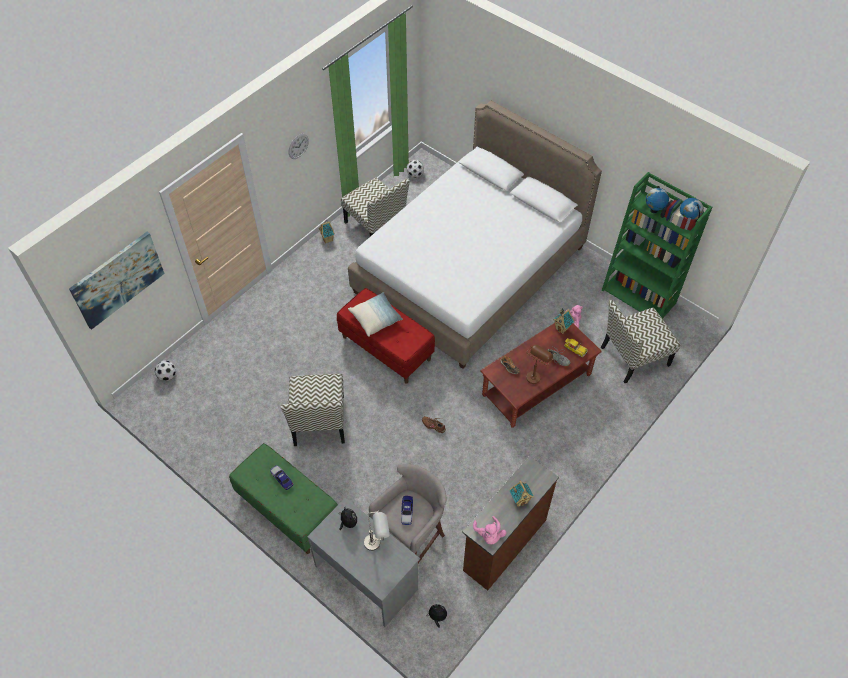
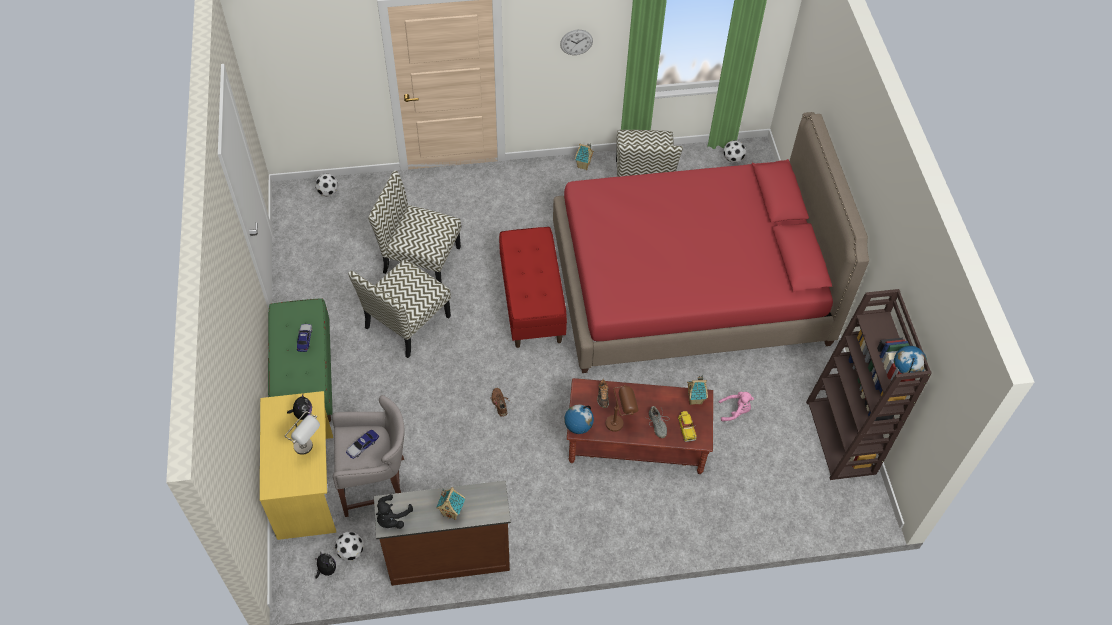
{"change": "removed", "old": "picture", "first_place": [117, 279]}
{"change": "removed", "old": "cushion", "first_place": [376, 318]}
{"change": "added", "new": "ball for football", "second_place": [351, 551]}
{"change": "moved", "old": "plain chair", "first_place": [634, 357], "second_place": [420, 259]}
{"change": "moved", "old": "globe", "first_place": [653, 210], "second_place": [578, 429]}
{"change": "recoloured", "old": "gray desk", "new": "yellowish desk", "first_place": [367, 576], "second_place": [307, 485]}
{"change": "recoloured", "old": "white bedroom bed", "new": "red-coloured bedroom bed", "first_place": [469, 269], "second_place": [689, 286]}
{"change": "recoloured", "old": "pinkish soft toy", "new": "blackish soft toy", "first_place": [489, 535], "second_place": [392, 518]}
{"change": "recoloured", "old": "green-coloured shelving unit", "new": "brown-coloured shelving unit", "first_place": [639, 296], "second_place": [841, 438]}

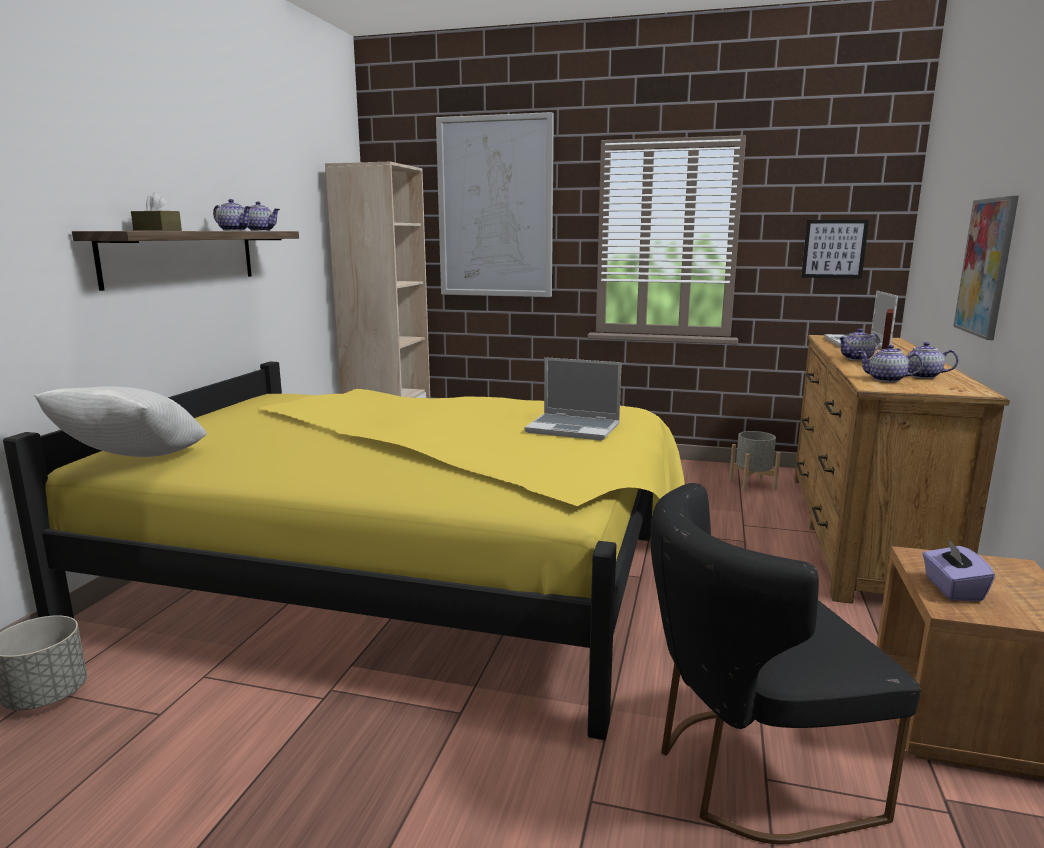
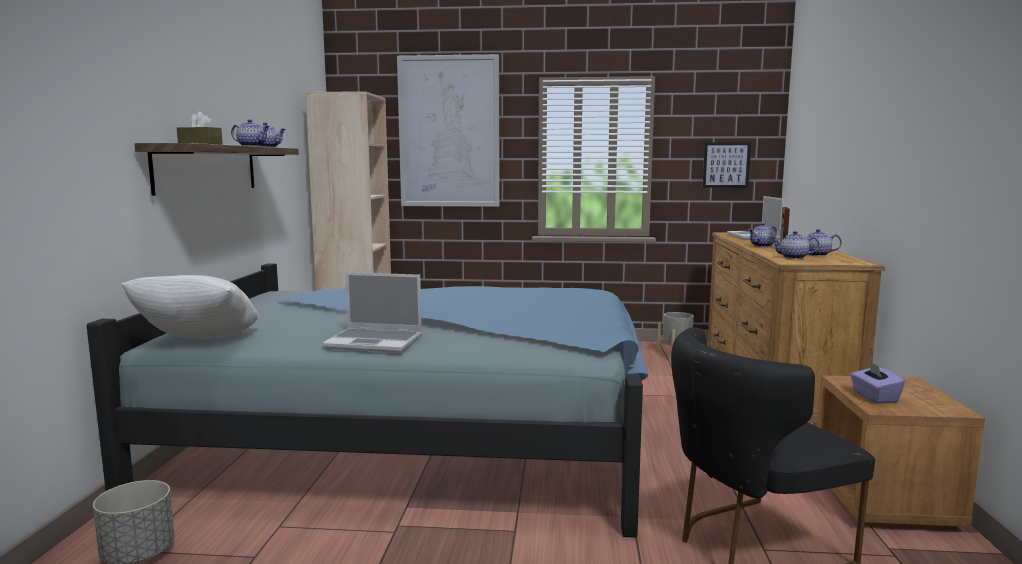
{"change": "removed", "old": "picture", "first_place": [986, 267]}
{"change": "moved", "old": "portable computer", "first_place": [574, 428], "second_place": [375, 342]}
{"change": "recoloured", "old": "yellowish bedroom bed", "new": "bluish bedroom bed", "first_place": [412, 573], "second_place": [425, 437]}

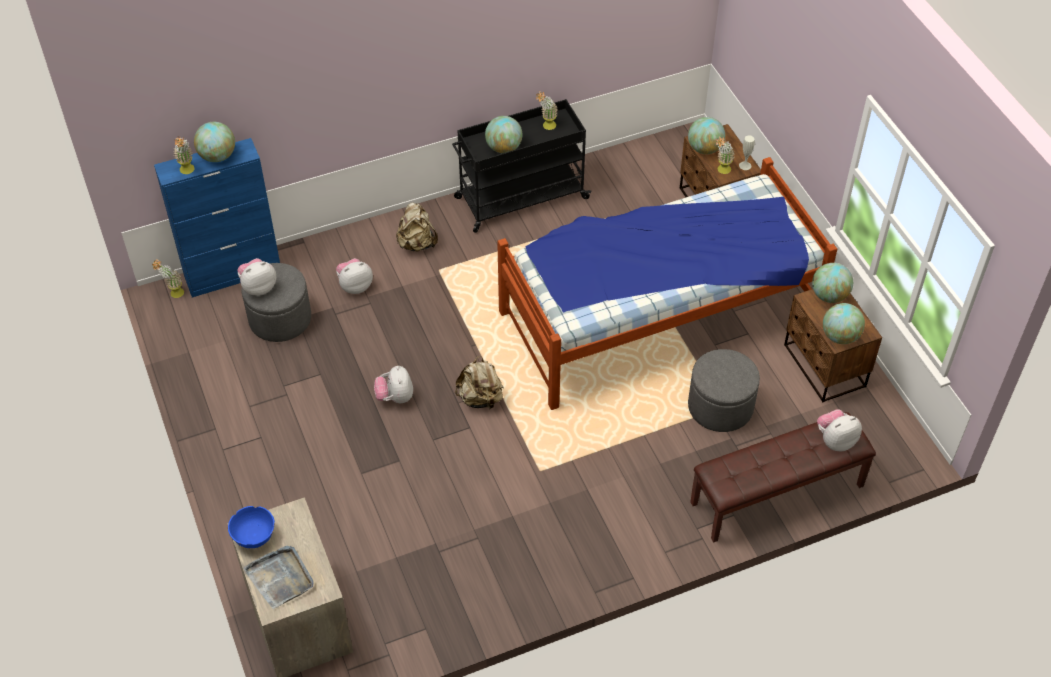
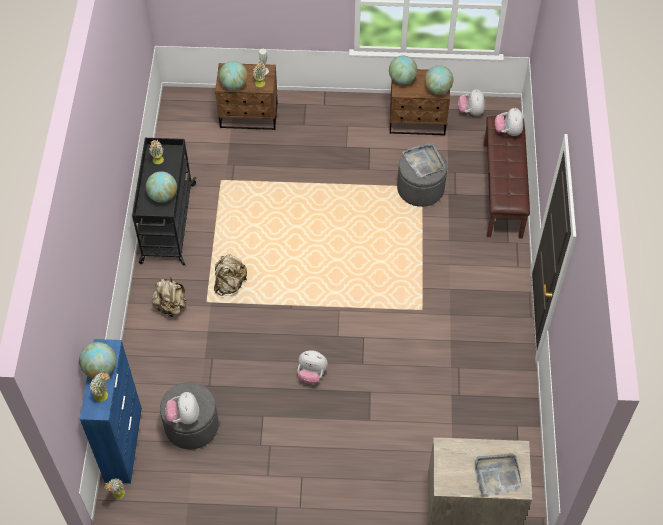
{"change": "removed", "old": "bluish deep dish", "first_place": [254, 536]}
{"change": "removed", "old": "bedroom bed", "first_place": [658, 314]}
{"change": "added", "new": "gray serving tray", "second_place": [424, 161]}
{"change": "moved", "old": "soft toy", "first_place": [355, 286], "second_place": [470, 111]}
{"change": "moved", "old": "beige-coloured rucksack", "first_place": [480, 398], "second_place": [230, 284]}

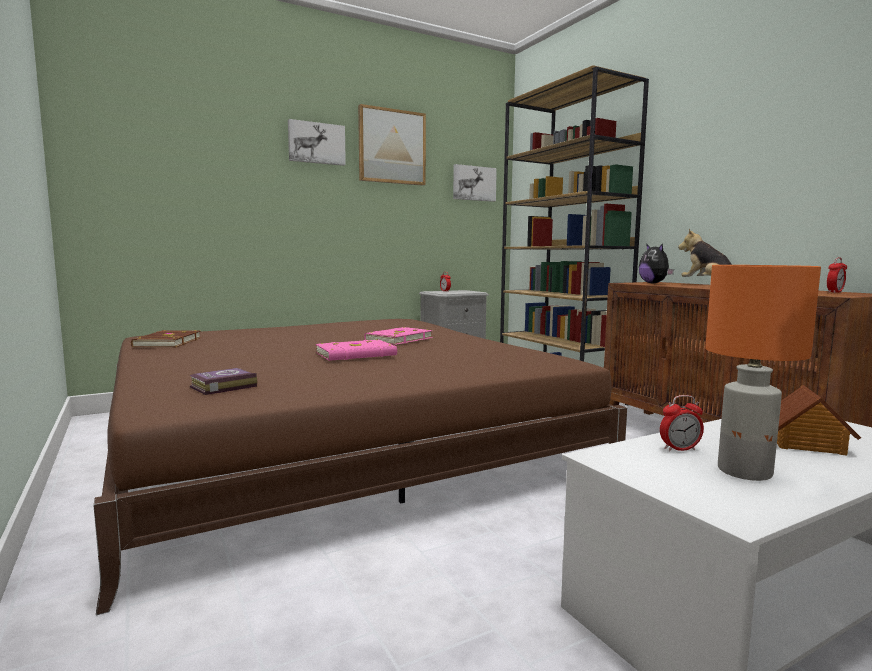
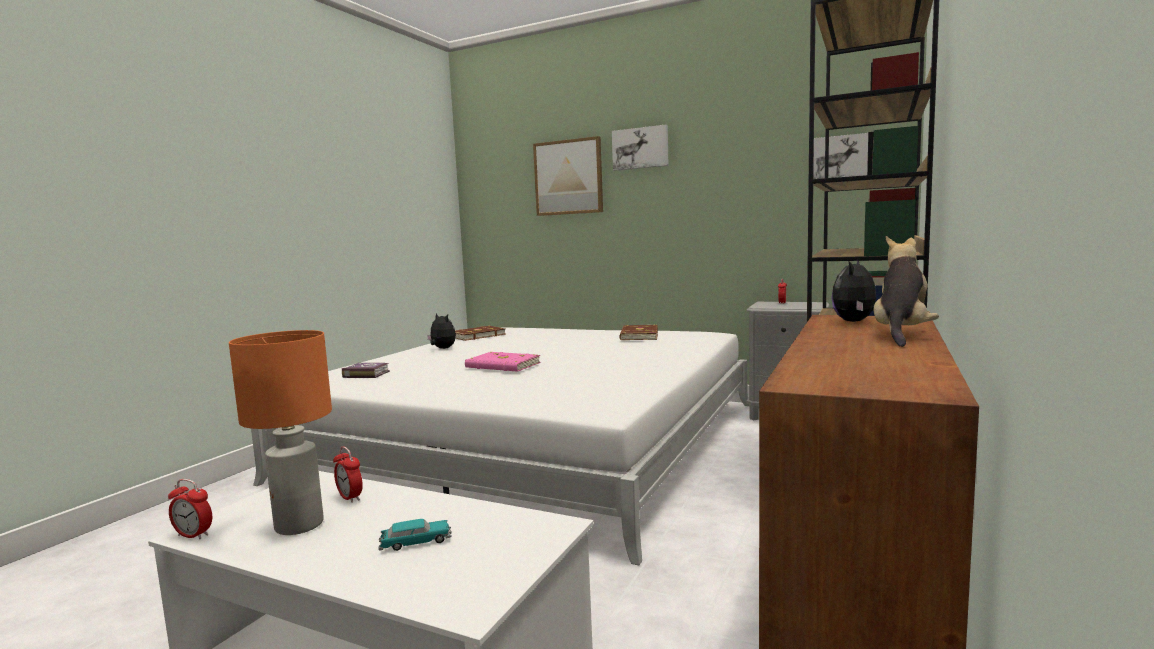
{"change": "removed", "old": "pinkish volume", "first_place": [397, 339]}
{"change": "added", "new": "soft toy", "second_place": [442, 349]}
{"change": "added", "new": "brown-coloured volume", "second_place": [638, 335]}
{"change": "moved", "old": "picture", "first_place": [392, 147], "second_place": [568, 177]}
{"change": "moved", "old": "table clock", "first_place": [834, 292], "second_place": [193, 535]}
{"change": "replaced", "old": "toy house", "new": "model car", "first_place": [805, 443], "second_place": [416, 542]}
{"change": "recoloured", "old": "brown-coloured bedroom bed", "new": "white bedroom bed", "first_place": [333, 439], "second_place": [536, 439]}

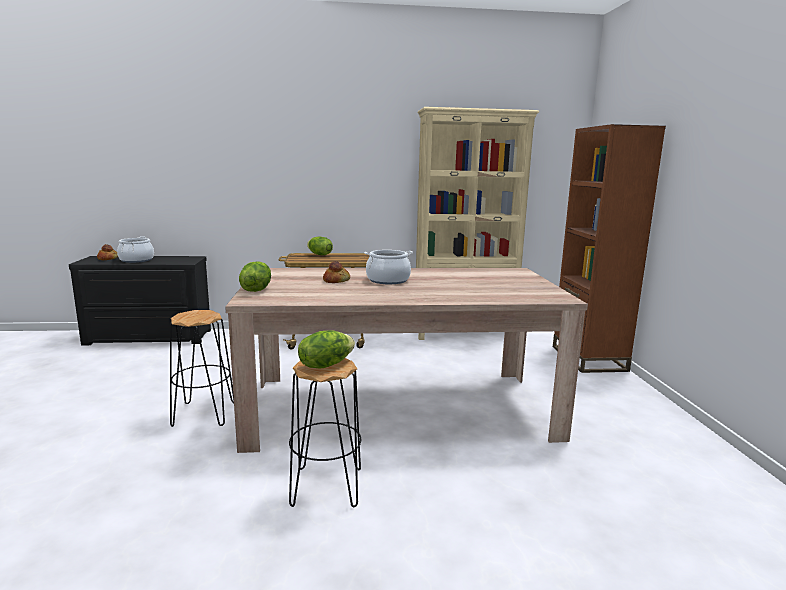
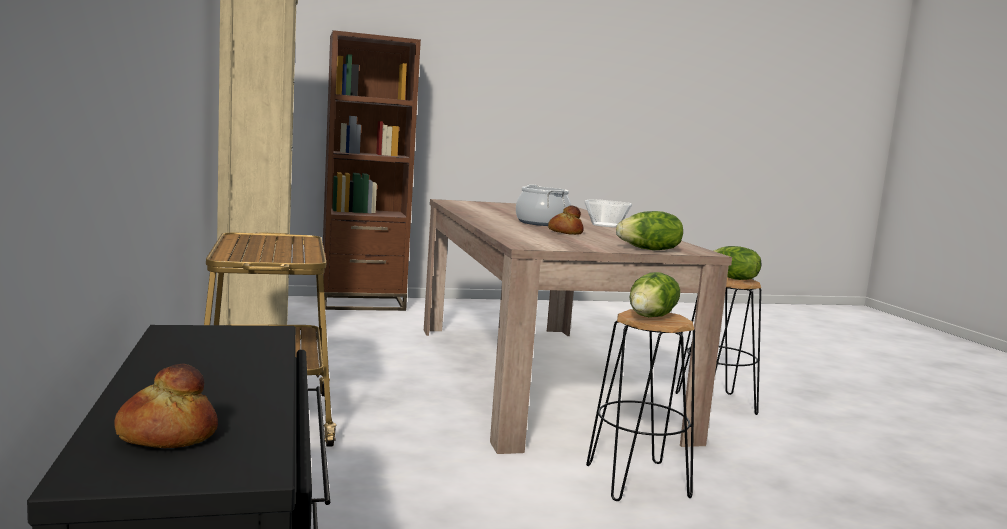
{"change": "removed", "old": "saucepot", "first_place": [136, 260]}
{"change": "added", "new": "deep dish", "second_place": [605, 225]}
{"change": "moved", "old": "lettuce", "first_place": [319, 254], "second_place": [652, 317]}

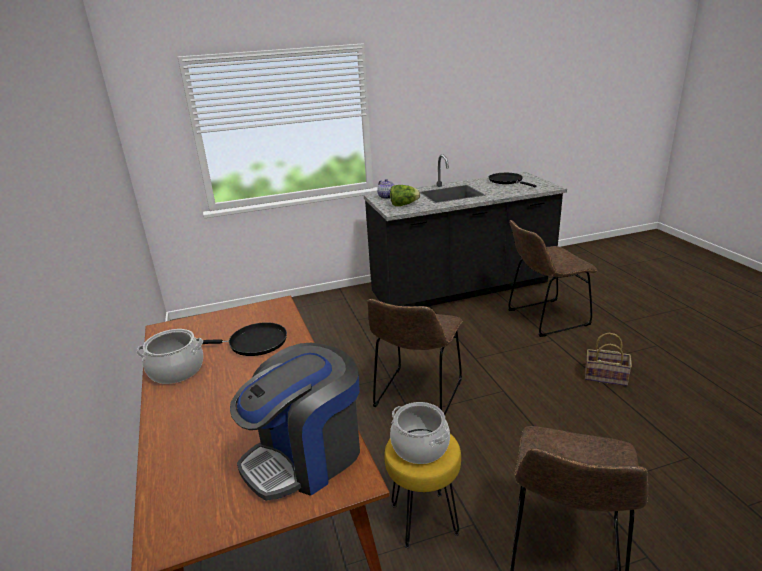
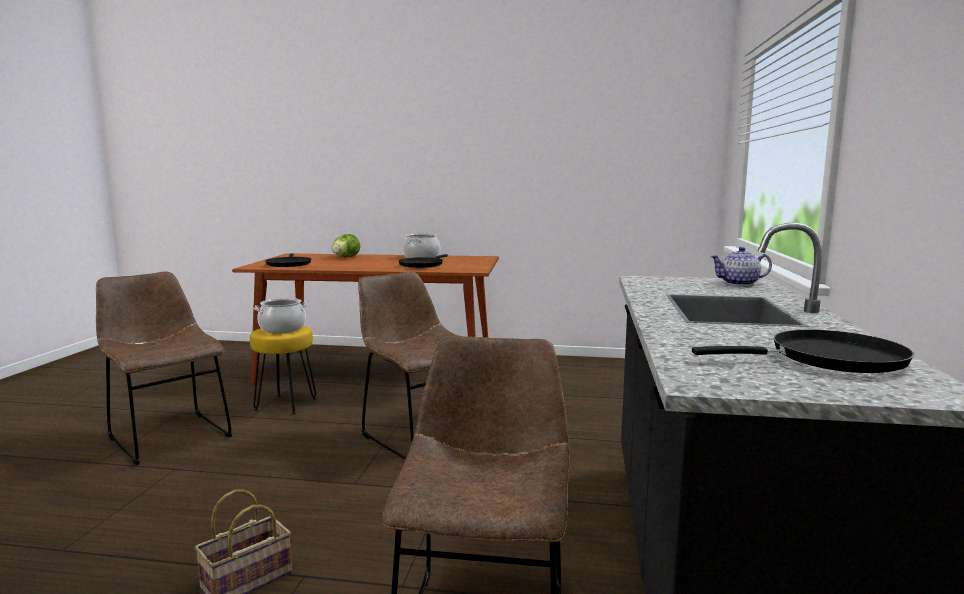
{"change": "moved", "old": "lettuce", "first_place": [404, 205], "second_place": [345, 257]}
{"change": "replaced", "old": "coffee brewer", "new": "blackish skillet", "first_place": [306, 456], "second_place": [288, 264]}

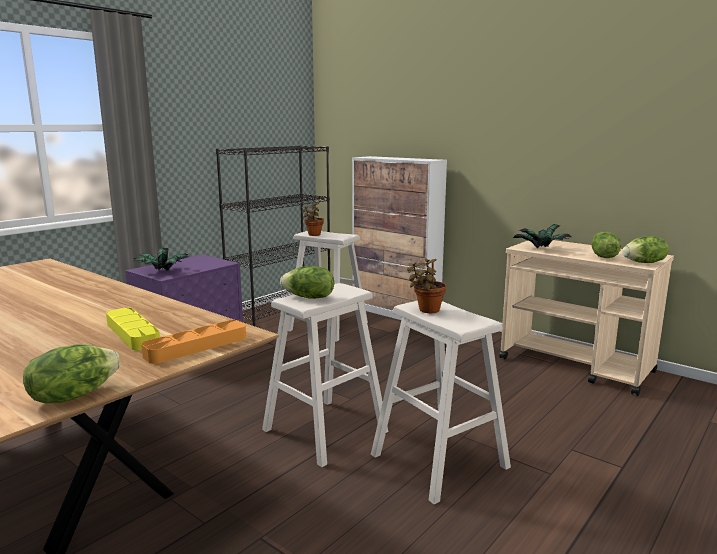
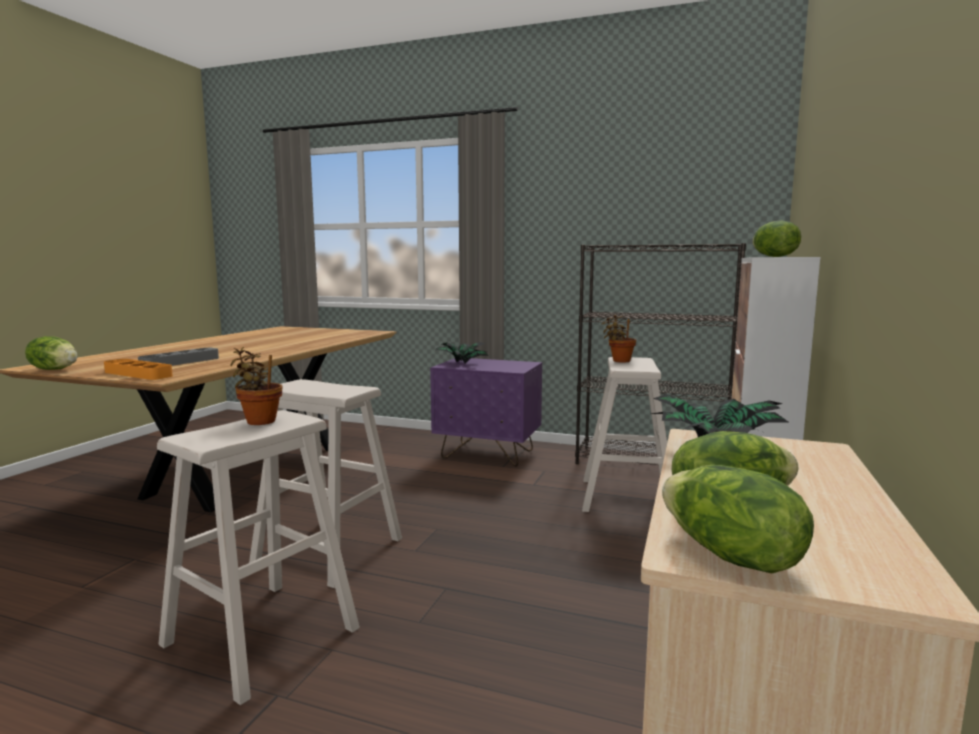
{"change": "moved", "old": "lettuce", "first_place": [309, 297], "second_place": [773, 257]}
{"change": "recoloured", "old": "yellowish serving tray", "new": "gray serving tray", "first_place": [132, 333], "second_place": [180, 362]}

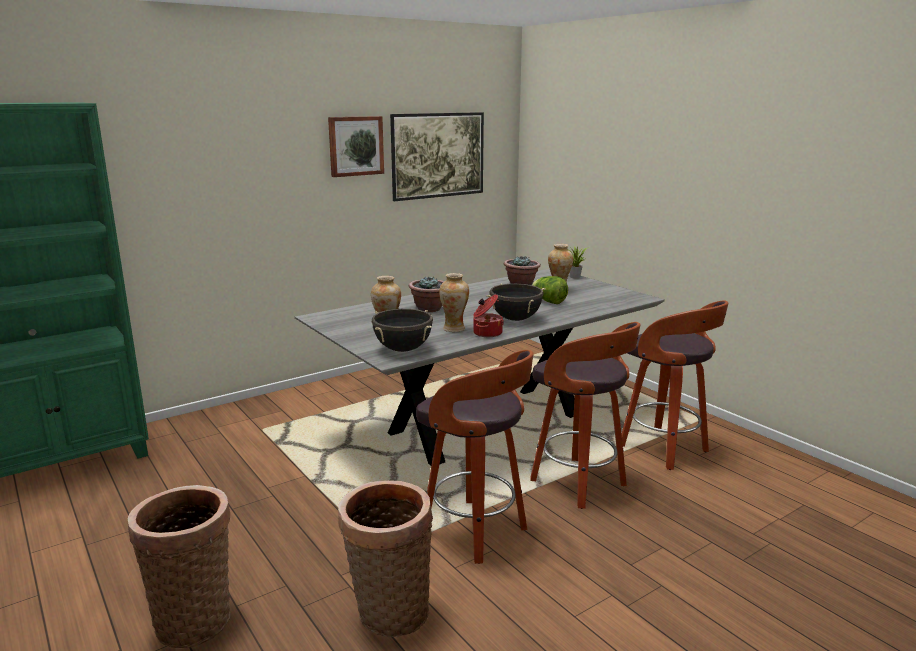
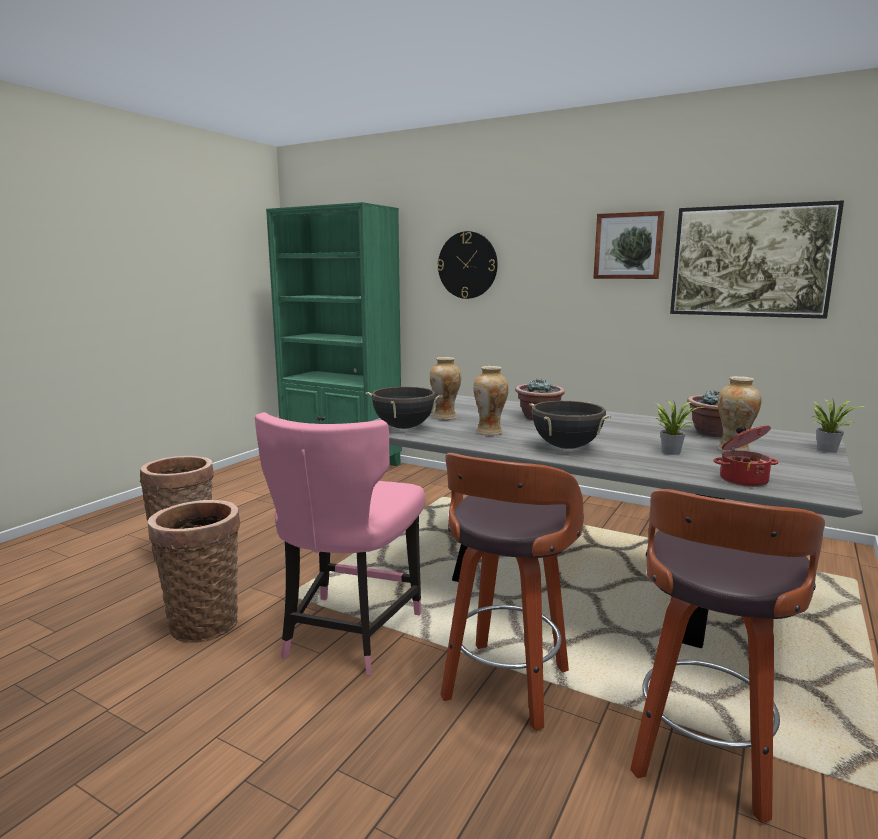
{"change": "added", "new": "wall clock", "second_place": [467, 265]}
{"change": "moved", "old": "saucepot", "first_place": [486, 333], "second_place": [742, 480]}
{"change": "replaced", "old": "stool seat", "new": "pinkish plain chair", "first_place": [476, 532], "second_place": [347, 635]}
{"change": "replaced", "old": "lettuce", "new": "houseplant", "first_place": [549, 301], "second_place": [671, 451]}

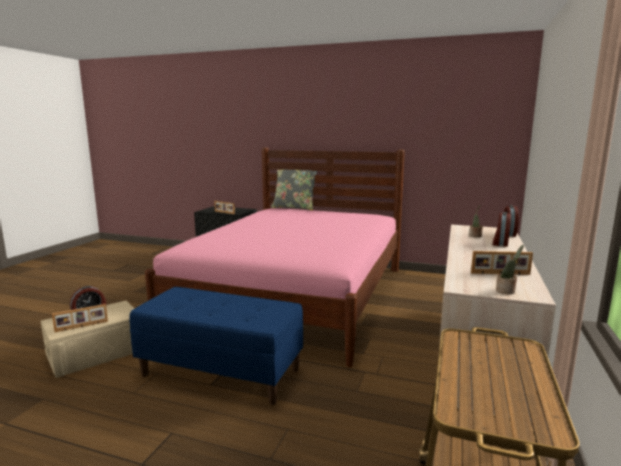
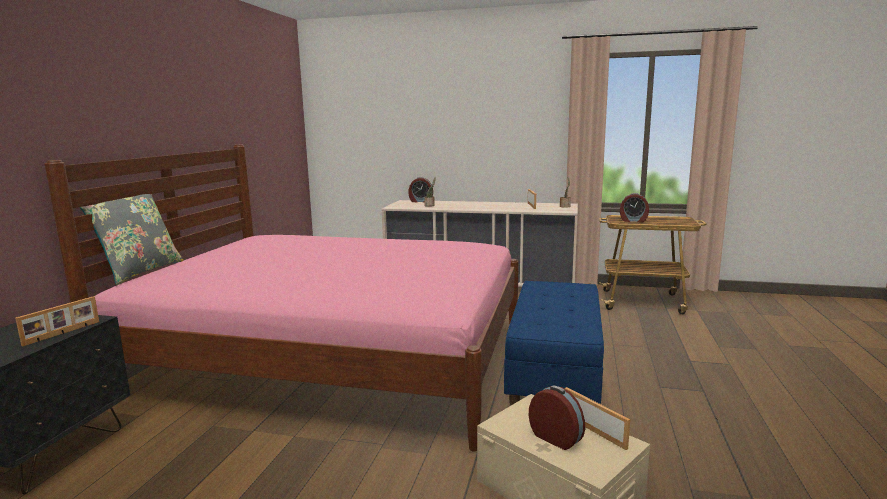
{"change": "moved", "old": "table clock", "first_place": [500, 243], "second_place": [633, 221]}

